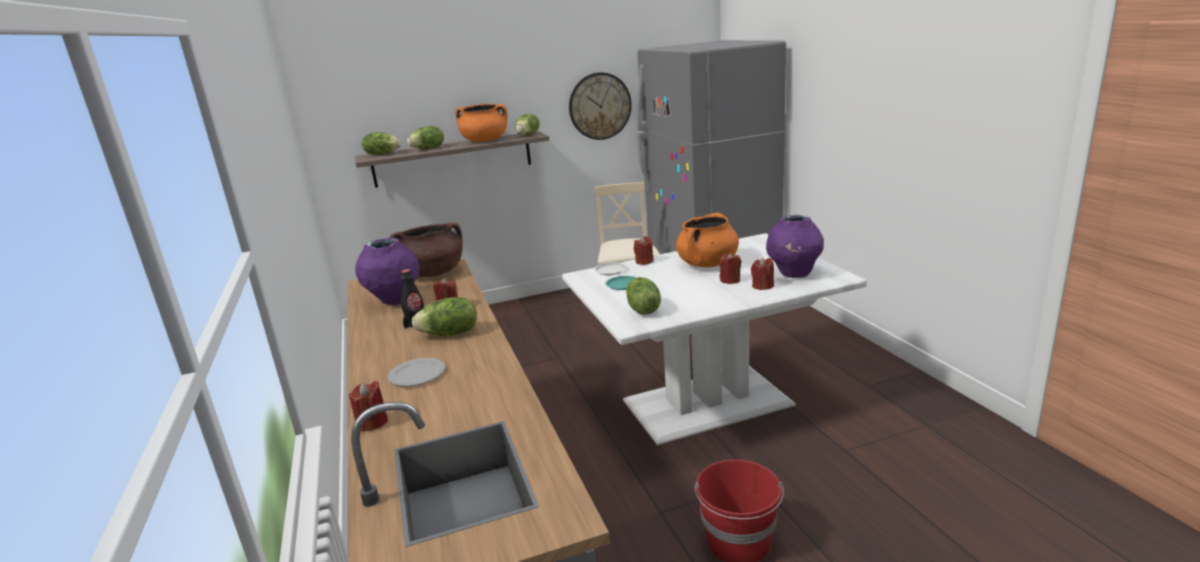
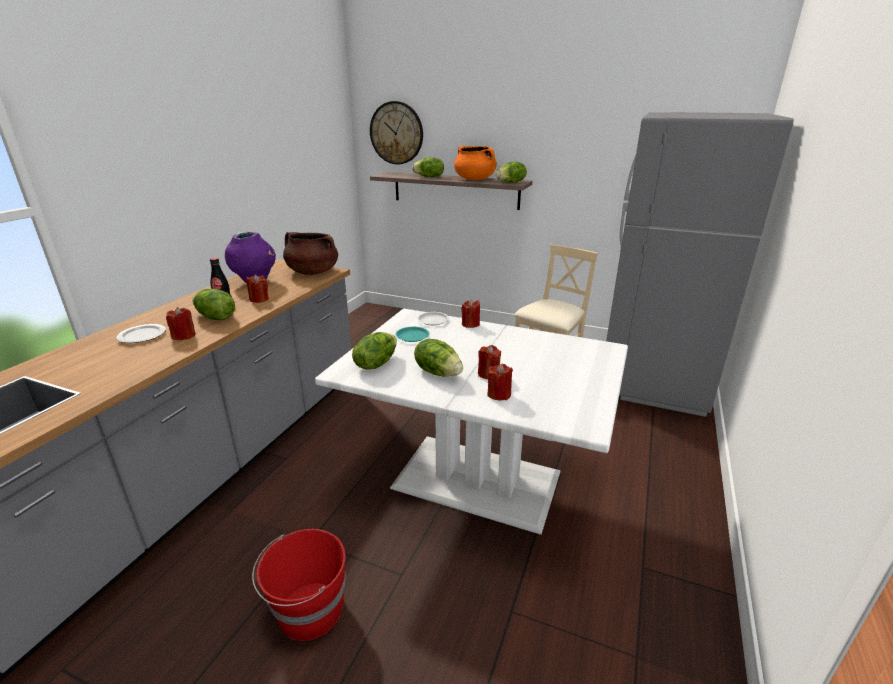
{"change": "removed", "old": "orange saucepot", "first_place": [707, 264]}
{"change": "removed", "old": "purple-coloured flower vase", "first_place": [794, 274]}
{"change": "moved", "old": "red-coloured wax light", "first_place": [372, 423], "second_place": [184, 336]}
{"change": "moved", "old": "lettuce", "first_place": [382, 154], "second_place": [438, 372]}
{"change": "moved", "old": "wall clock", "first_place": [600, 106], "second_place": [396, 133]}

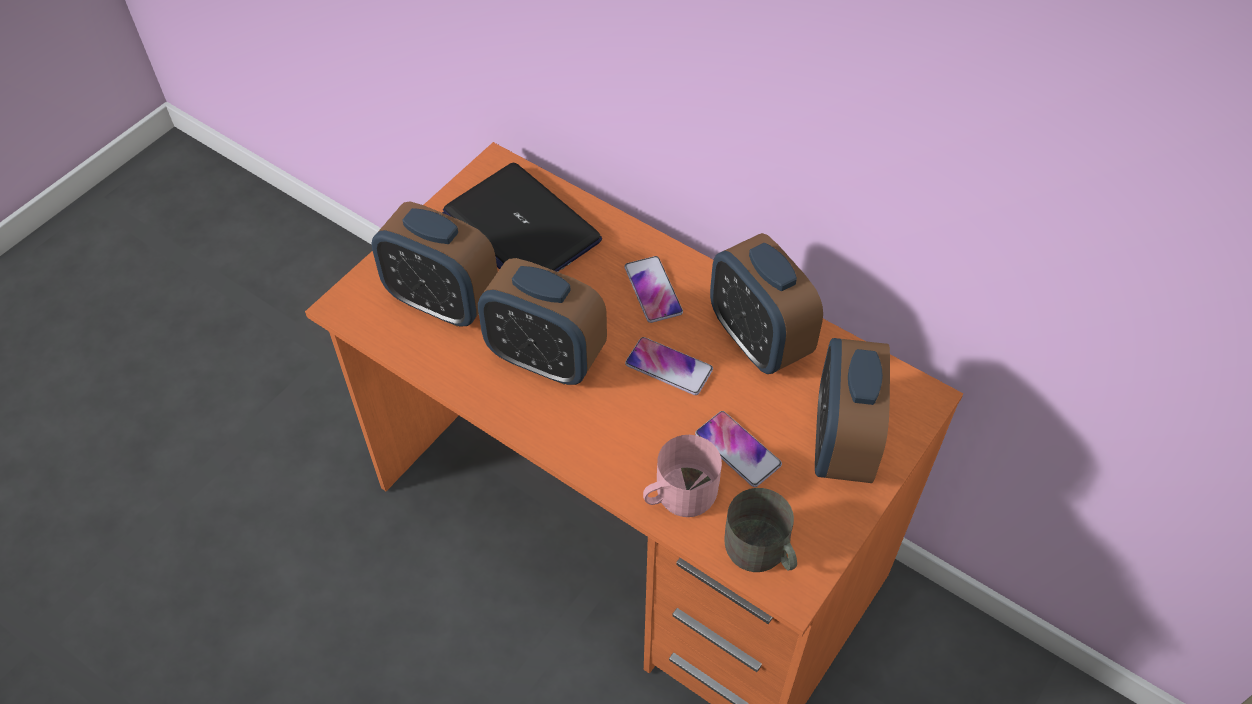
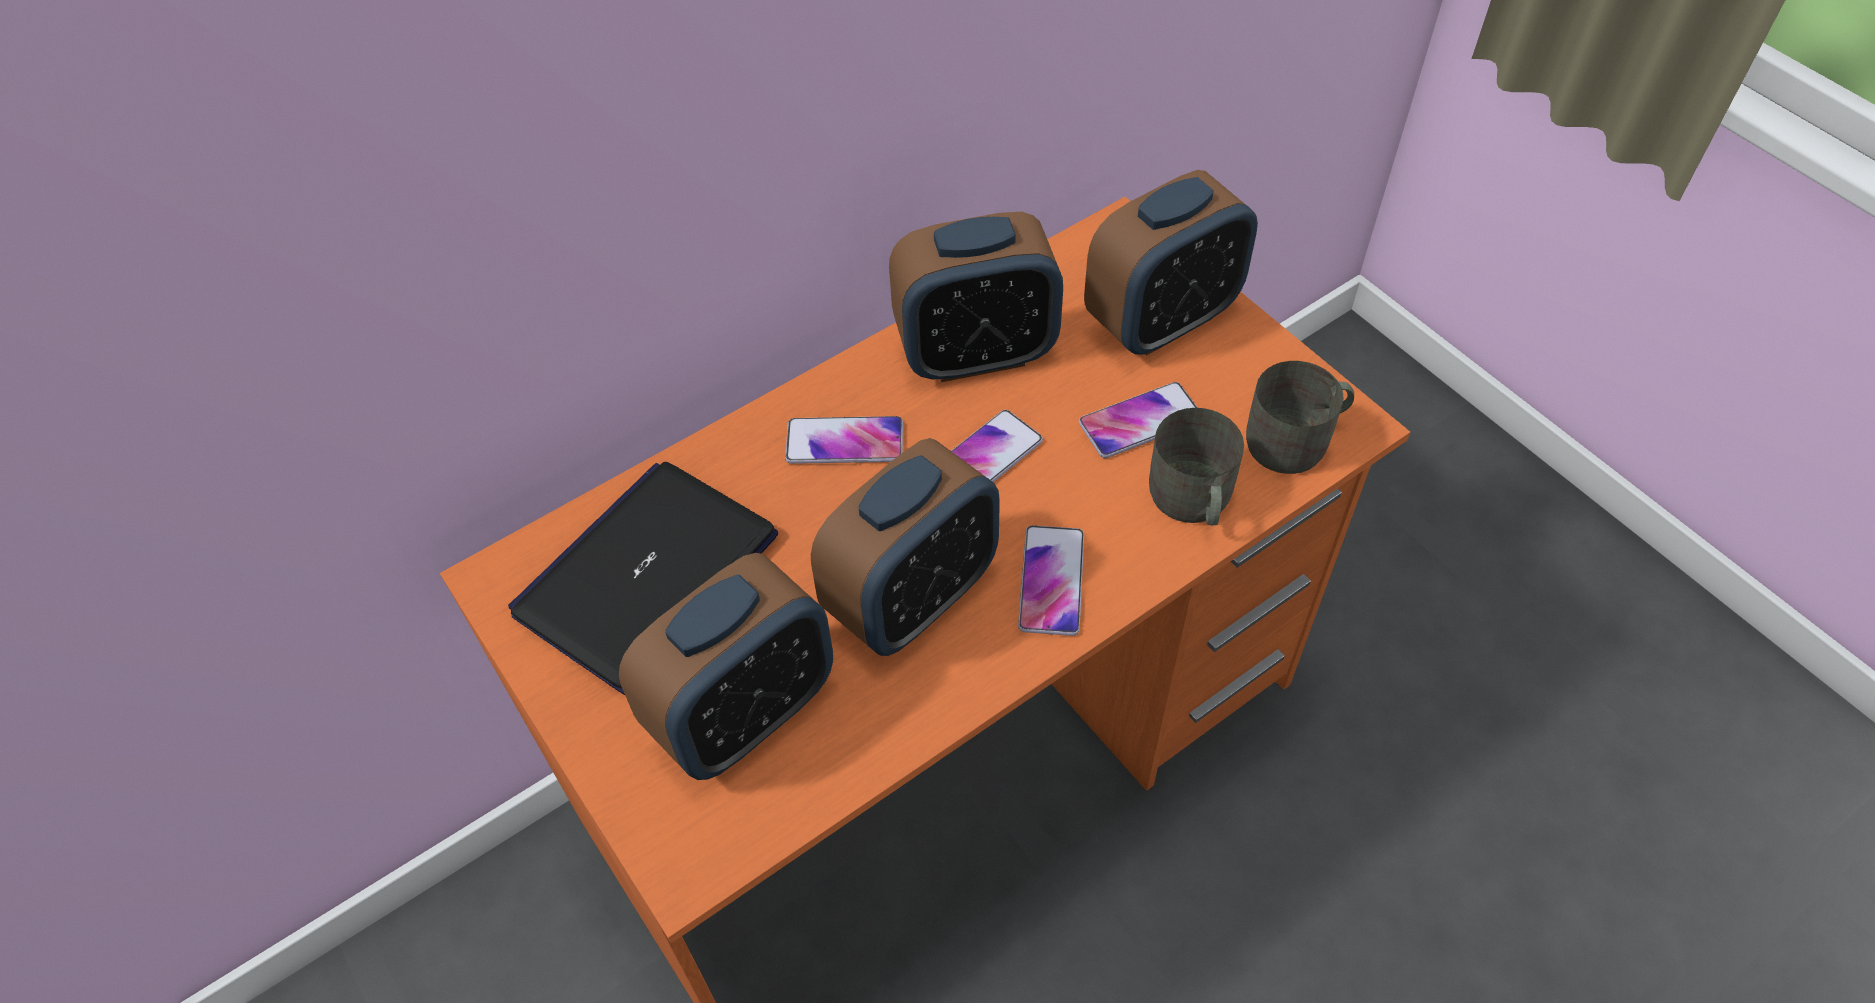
{"change": "added", "new": "handset", "second_place": [1051, 581]}
{"change": "recoloured", "old": "pinkish mug", "new": "gray mug", "first_place": [678, 495], "second_place": [1192, 501]}
{"change": "turned", "old": "portable computer", "first_place": [520, 228], "second_place": [647, 575], "degrees": 150}
{"change": "turned", "old": "table clock", "first_place": [841, 443], "second_place": [1162, 320], "degrees": -60}

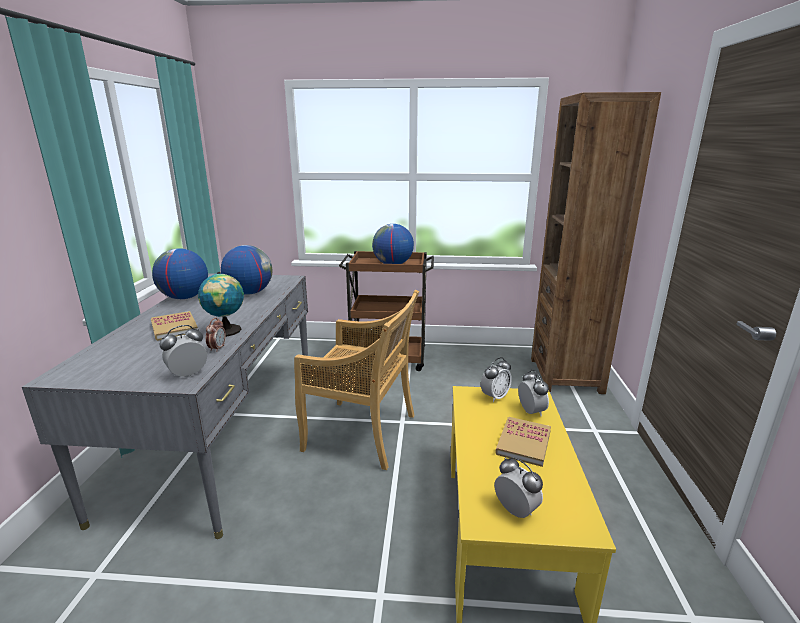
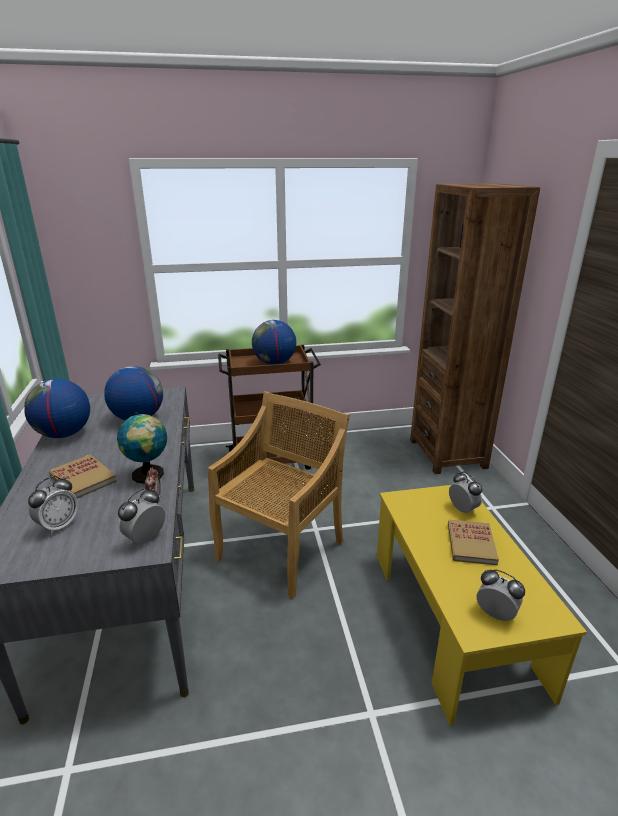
{"change": "moved", "old": "table clock", "first_place": [495, 397], "second_place": [59, 525]}
{"change": "turned", "old": "beige-coloured plain chair", "first_place": [362, 433], "second_place": [281, 549], "degrees": -60}

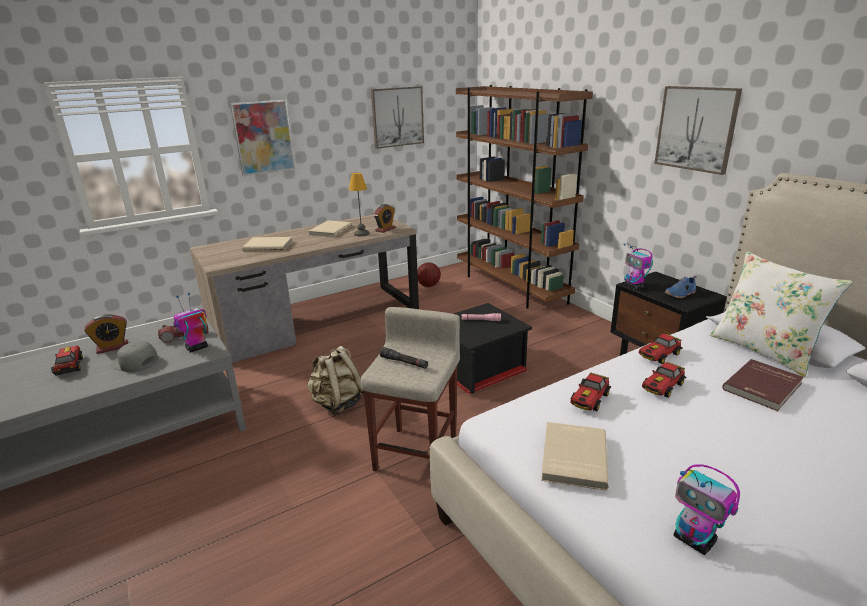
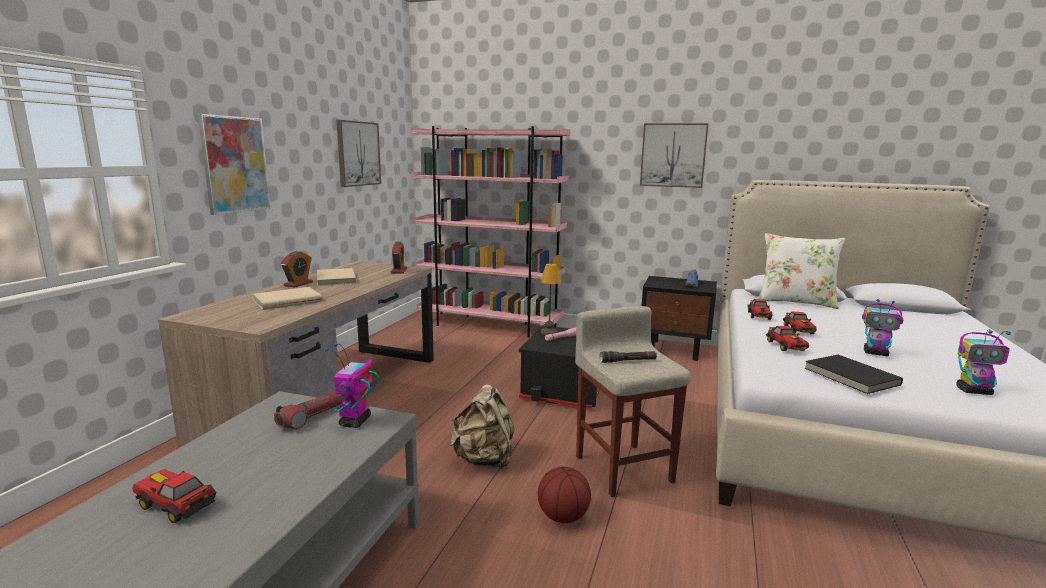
{"change": "removed", "old": "gray cap", "first_place": [134, 362]}
{"change": "removed", "old": "red-coloured volume", "first_place": [763, 387]}
{"change": "moved", "old": "table clock", "first_place": [112, 347], "second_place": [298, 284]}
{"change": "moved", "old": "lamp for a table", "first_place": [361, 234], "second_place": [549, 332]}
{"change": "moved", "old": "ball for basketball", "first_place": [429, 285], "second_place": [563, 516]}
{"change": "moved", "old": "model robot", "first_place": [634, 286], "second_place": [876, 353]}
{"change": "recoloured", "old": "brown-coloured shelving unit", "new": "pinkish shelving unit", "first_place": [511, 287], "second_place": [489, 325]}
{"change": "recoloured", "old": "beige-coloured volume", "new": "blackish volume", "first_place": [572, 457], "second_place": [850, 376]}

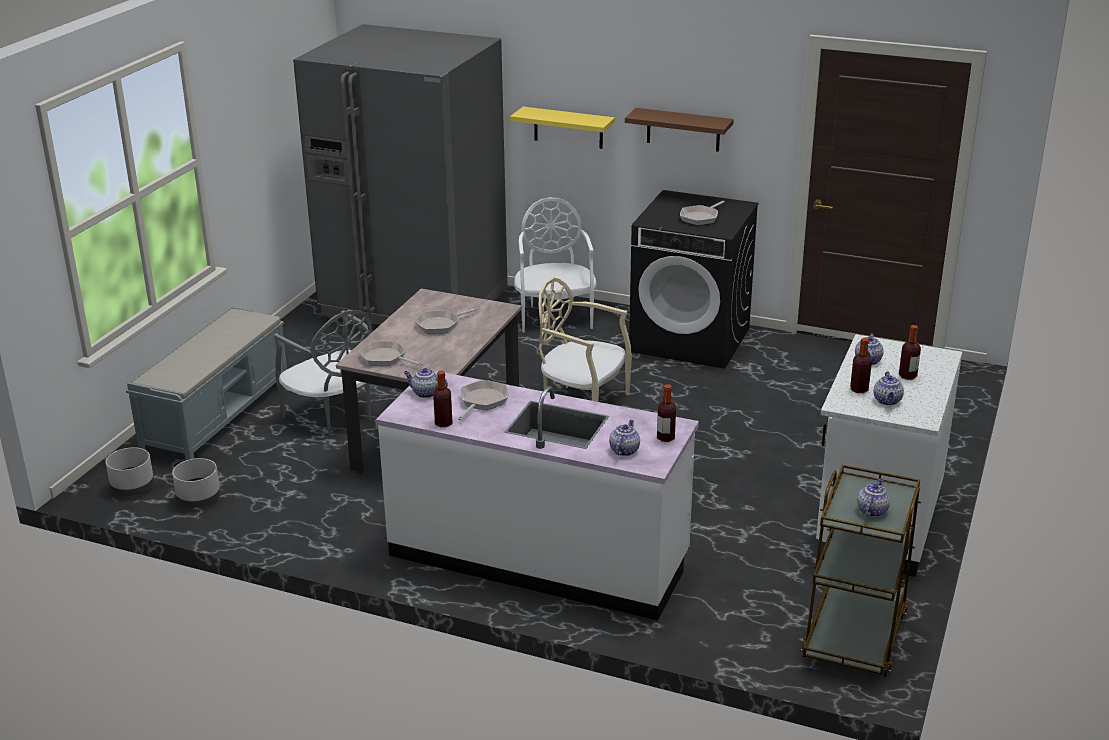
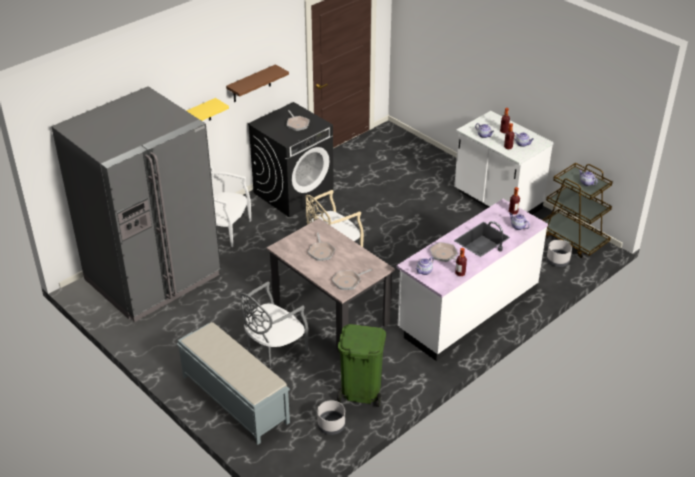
{"change": "added", "new": "green-coloured rubbish bin", "second_place": [360, 391]}
{"change": "moved", "old": "gray planter", "first_place": [132, 488], "second_place": [557, 261]}
{"change": "turned", "old": "gray plain chair", "first_place": [333, 416], "second_place": [274, 348], "degrees": 150}

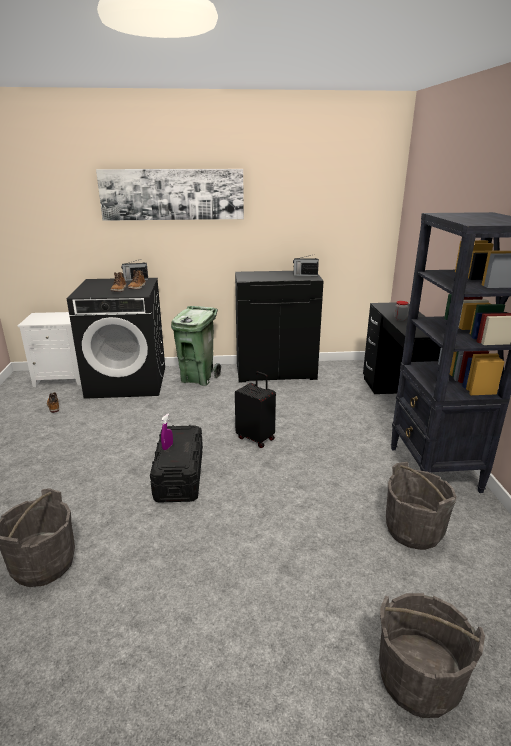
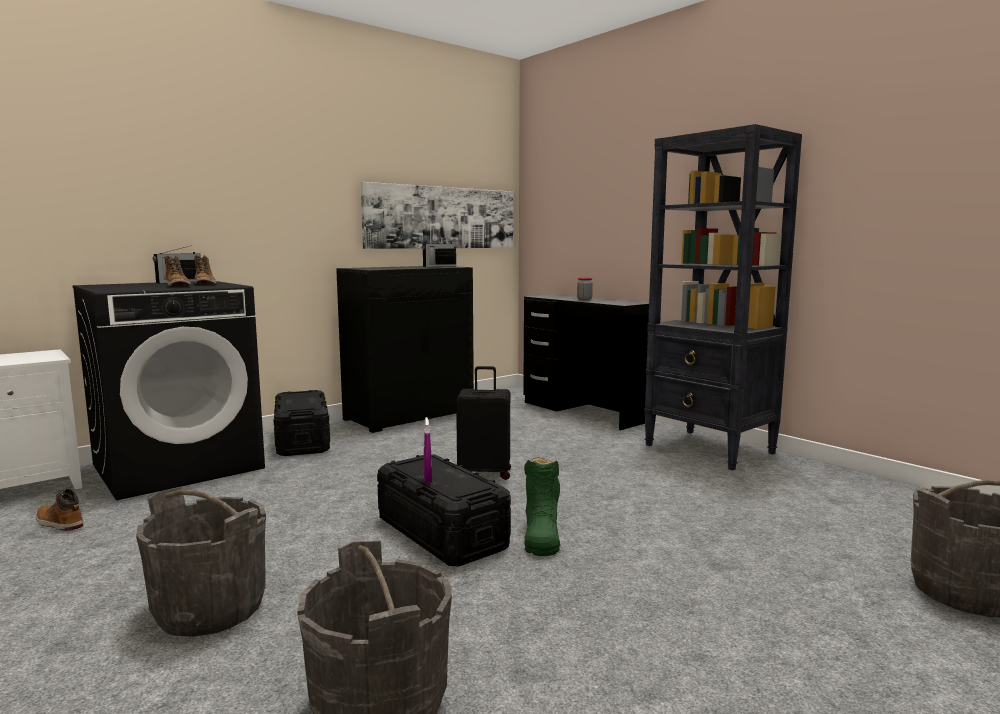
{"change": "added", "new": "green-coloured boot", "second_place": [541, 536]}
{"change": "moved", "old": "picture", "first_place": [172, 194], "second_place": [442, 218]}
{"change": "moved", "old": "gray pail", "first_place": [414, 530], "second_place": [211, 608]}
{"change": "replaced", "old": "green-coloured rubbish bin", "new": "blackish storage bin", "first_place": [198, 378], "second_place": [302, 440]}

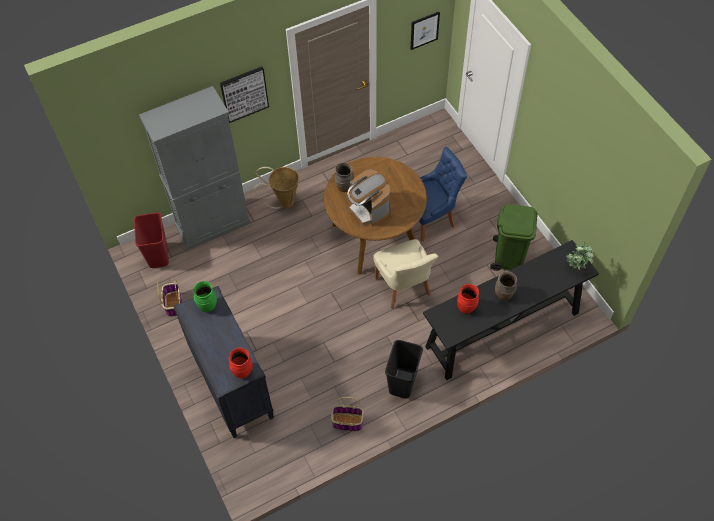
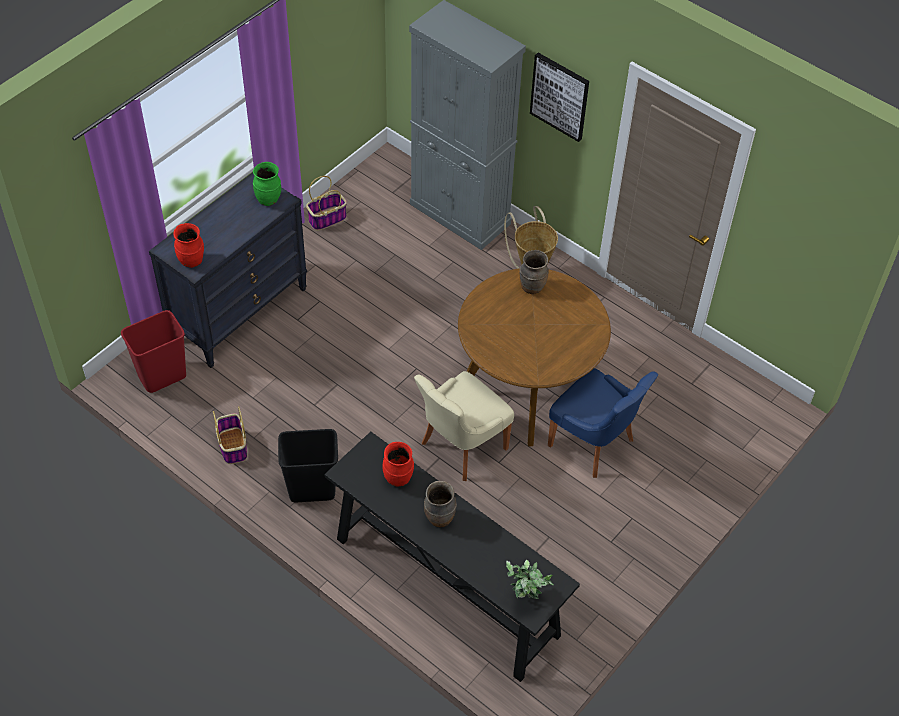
{"change": "removed", "old": "coffee brewer", "first_place": [368, 210]}
{"change": "removed", "old": "picture", "first_place": [424, 30]}
{"change": "removed", "old": "green-coloured rubbish bin", "first_place": [508, 256]}
{"change": "moved", "old": "red-coloured rubbish bin", "first_place": [158, 255], "second_place": [162, 376]}

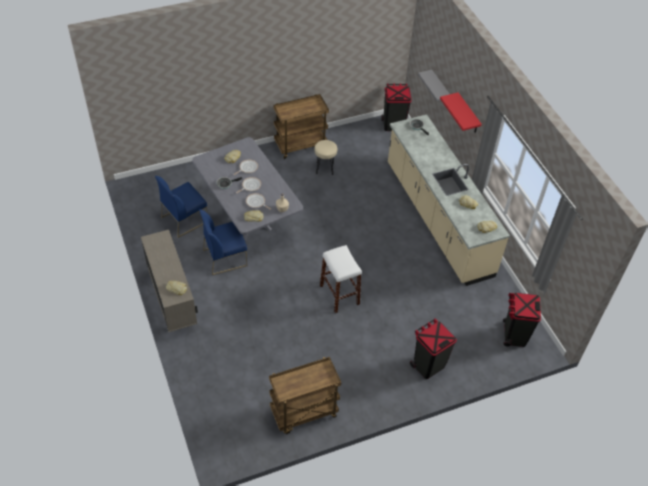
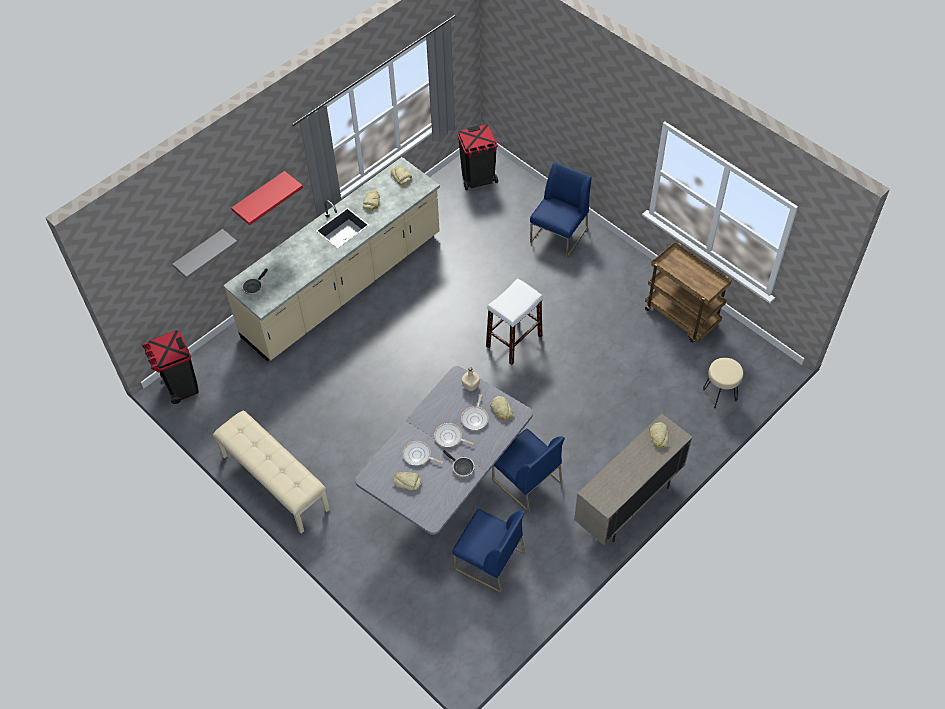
{"change": "moved", "old": "beige-coloured stool seat", "first_place": [324, 168], "second_place": [720, 395]}
{"change": "replaced", "old": "brown-coloured trolley", "new": "beige-coloured long seat", "first_place": [300, 145], "second_place": [274, 483]}
{"change": "replaced", "old": "blackish rubbish bin", "new": "bluish plain chair", "first_place": [428, 365], "second_place": [559, 235]}

